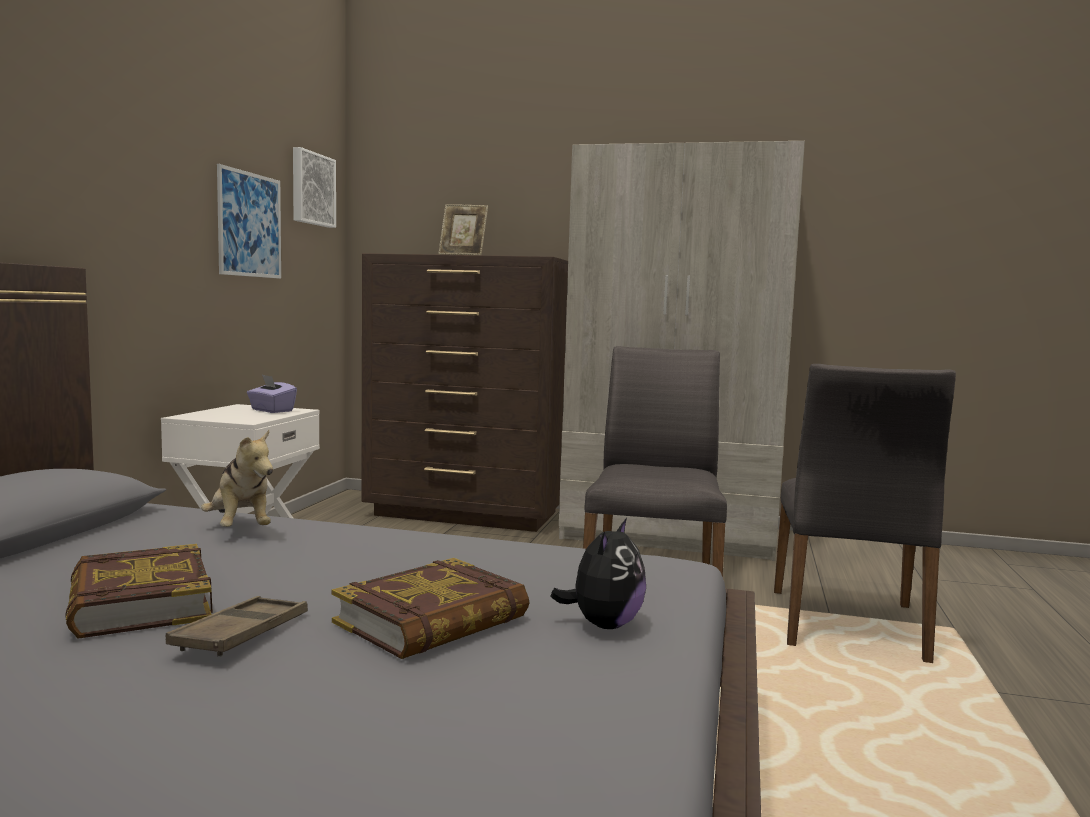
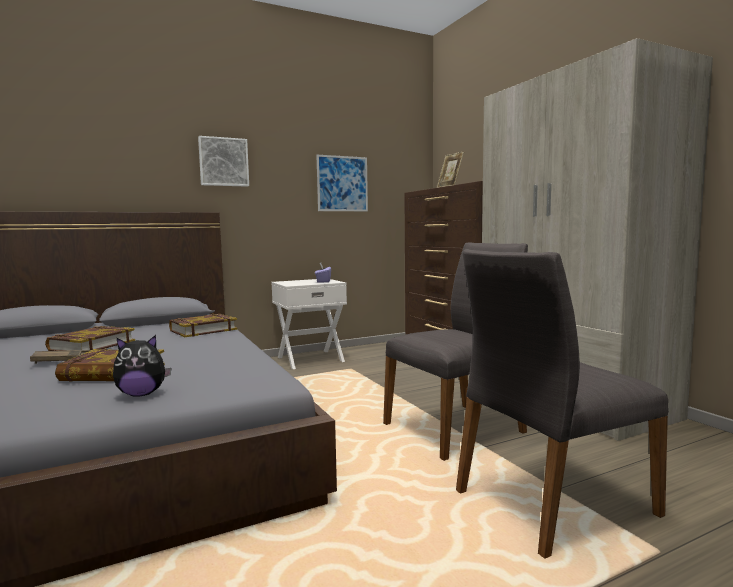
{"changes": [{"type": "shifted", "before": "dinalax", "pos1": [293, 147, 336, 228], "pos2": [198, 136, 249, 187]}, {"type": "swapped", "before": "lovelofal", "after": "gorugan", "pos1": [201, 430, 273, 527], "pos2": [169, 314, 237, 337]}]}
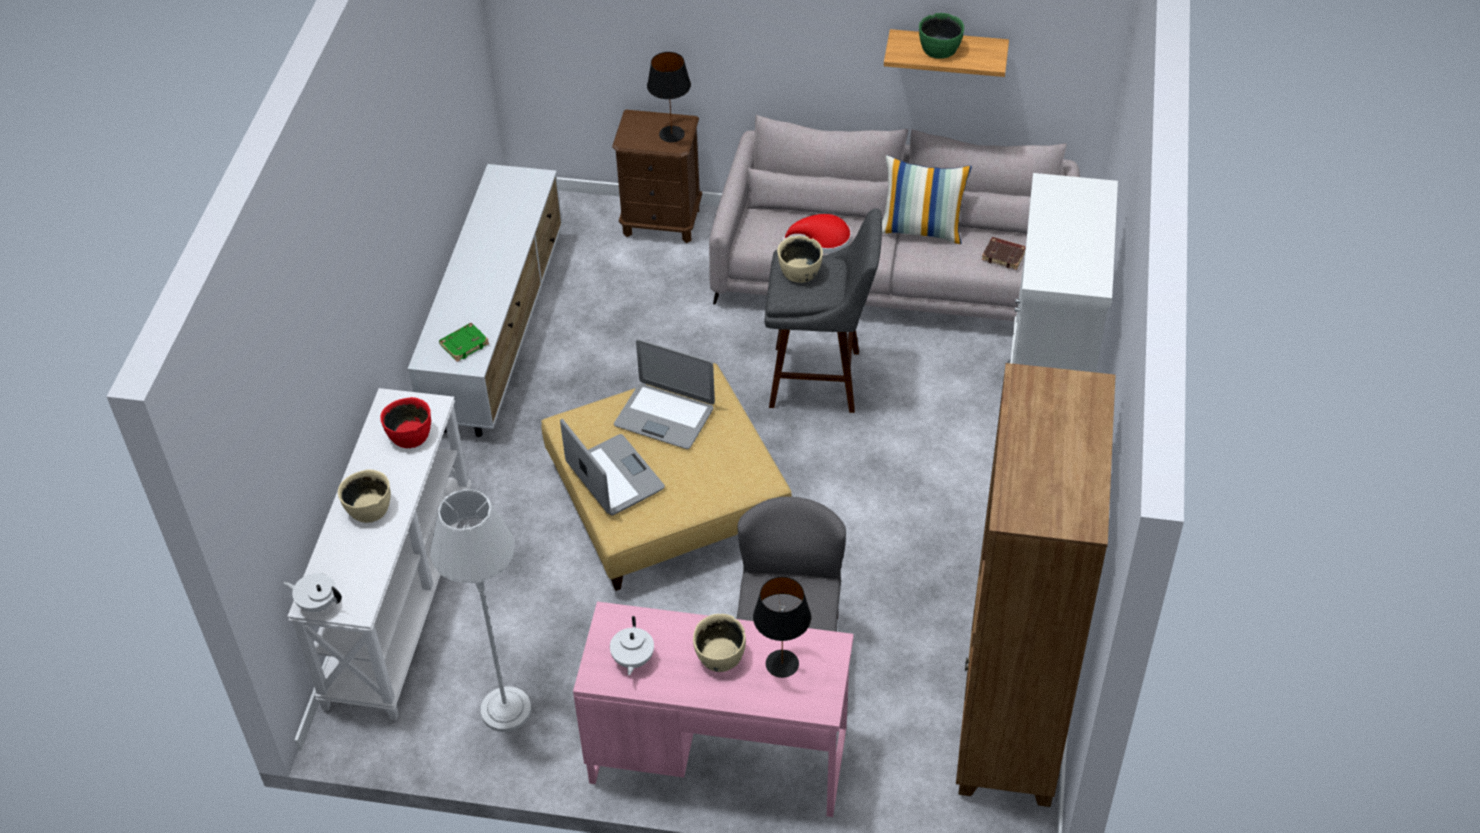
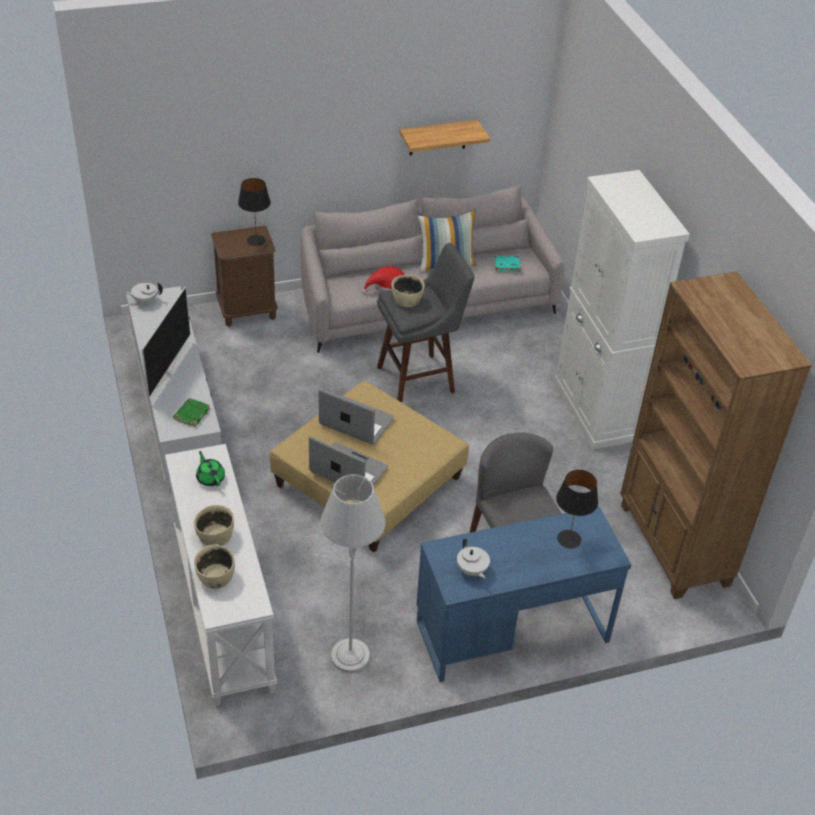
{"changes": [{"type": "gone", "before": "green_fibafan", "pos1": [919, 13, 964, 59]}, {"type": "new", "after": "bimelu", "pos2": [141, 286, 191, 398]}, {"type": "shifted", "before": "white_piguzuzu", "pos1": [284, 573, 342, 612], "pos2": [124, 282, 163, 304]}, {"type": "shifted", "before": "beige_fibafan", "pos1": [693, 614, 746, 672], "pos2": [194, 544, 235, 589]}, {"type": "swapped", "before": "red_fibafan", "after": "green_piguzuzu", "pos1": [380, 397, 431, 449], "pos2": [196, 451, 225, 486]}, {"type": "repainted", "before": "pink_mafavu", "after": "blue_mafavu", "pos1": [573, 602, 854, 817], "pos2": [416, 506, 632, 682]}, {"type": "repainted", "before": "brown_gorugan", "after": "turquoise_gorugan", "pos1": [982, 237, 1026, 270], "pos2": [494, 256, 521, 272]}, {"type": "rotated", "before": "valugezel", "pos1": [614, 339, 715, 449], "pos2": [318, 389, 394, 445], "turn": -150}]}
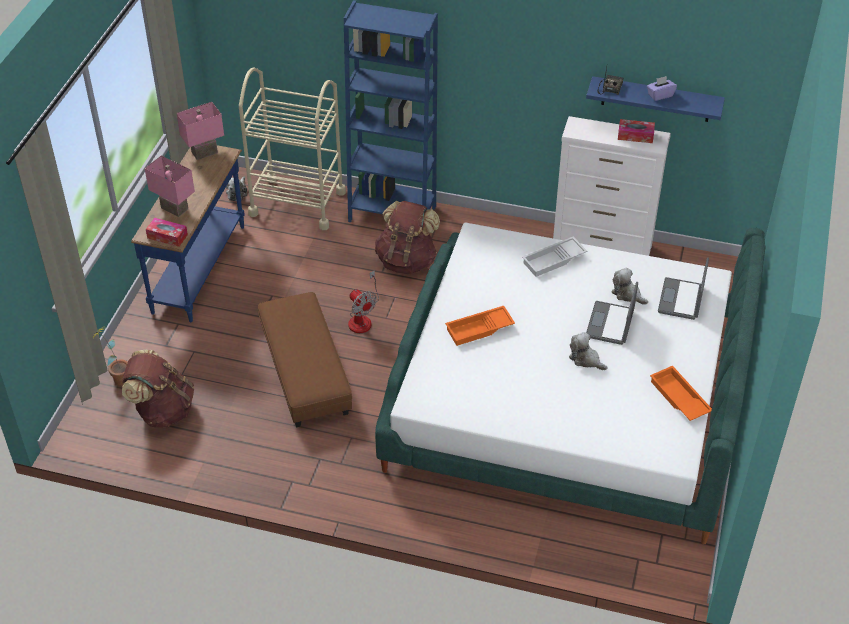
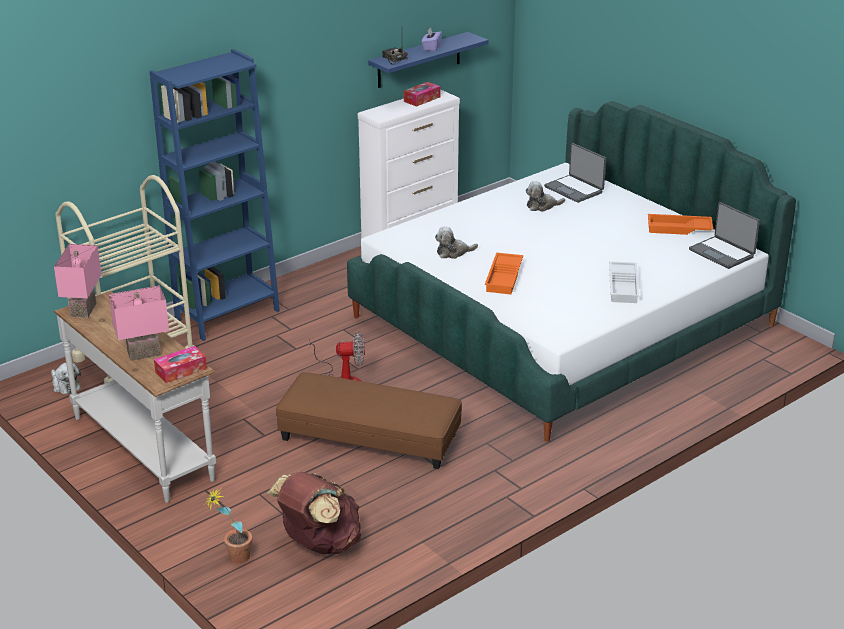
{"changes": [{"type": "gone", "before": "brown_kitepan", "pos1": [375, 201, 440, 275]}, {"type": "shifted", "before": "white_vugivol", "pos1": [522, 237, 587, 277], "pos2": [609, 261, 639, 303]}, {"type": "shifted", "before": "lovelofal", "pos1": [569, 332, 608, 370], "pos2": [435, 226, 478, 259]}, {"type": "shifted", "before": "valugezel", "pos1": [586, 282, 638, 345], "pos2": [689, 202, 760, 269]}, {"type": "repainted", "before": "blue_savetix", "after": "white_savetix", "pos1": [131, 145, 245, 322], "pos2": [54, 291, 216, 503]}]}
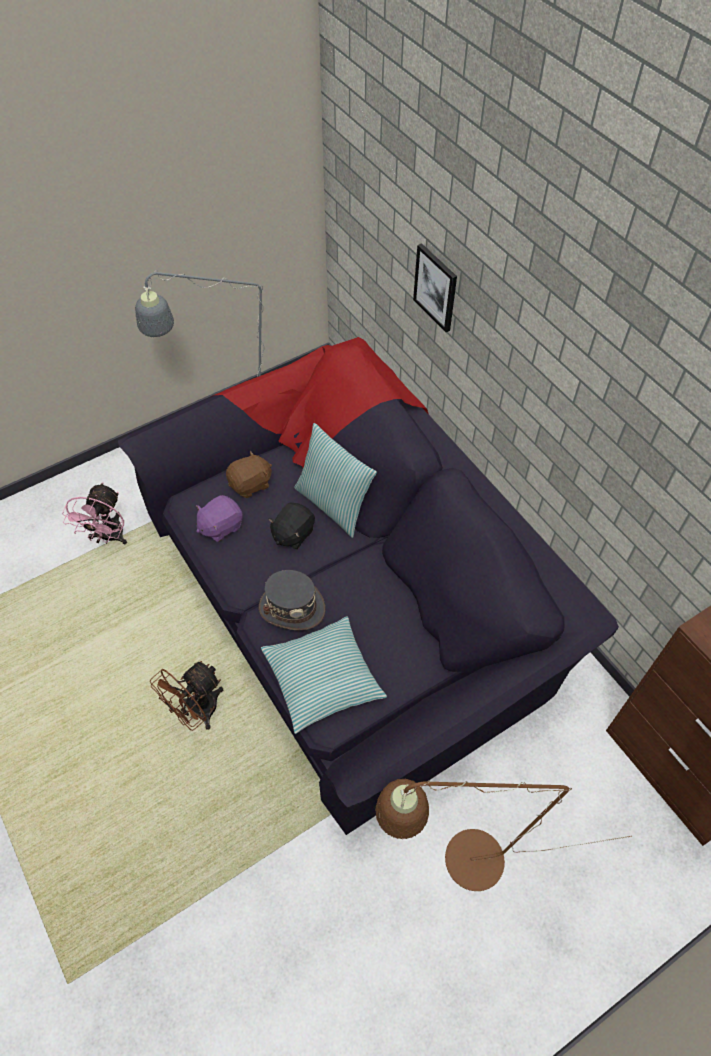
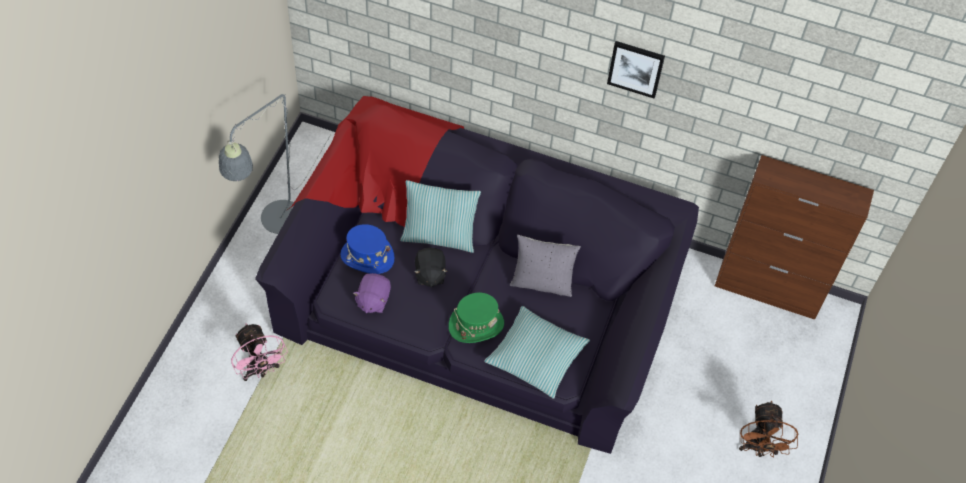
{"changes": [{"type": "gone", "before": "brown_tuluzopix", "pos1": [375, 778, 633, 891]}, {"type": "new", "after": "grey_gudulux", "pos2": [510, 235, 581, 297]}, {"type": "shifted", "before": "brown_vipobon", "pos1": [150, 661, 223, 731], "pos2": [739, 400, 798, 458]}, {"type": "shifted", "before": "dinalax", "pos1": [413, 243, 457, 332], "pos2": [607, 41, 665, 99]}, {"type": "swapped", "before": "brown_lovelofal", "after": "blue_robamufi", "pos1": [226, 451, 272, 498], "pos2": [340, 224, 394, 274]}, {"type": "repainted", "before": "grey_robamufi", "after": "green_robamufi", "pos1": [259, 570, 325, 630], "pos2": [449, 292, 504, 343]}]}
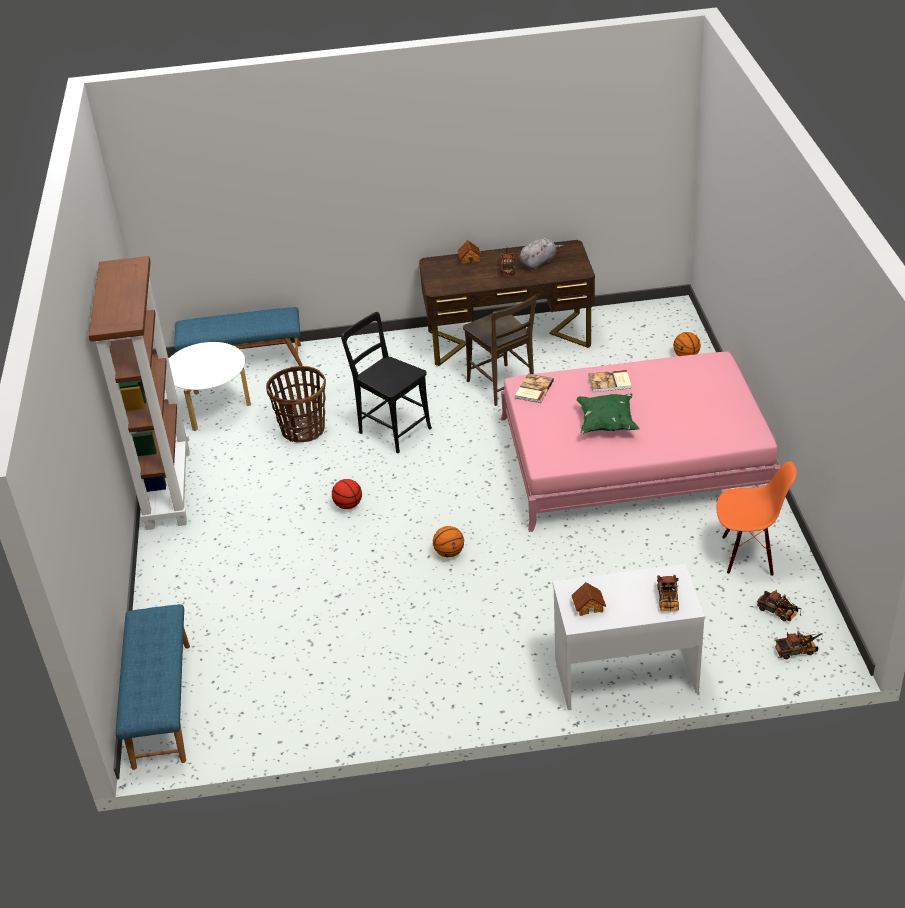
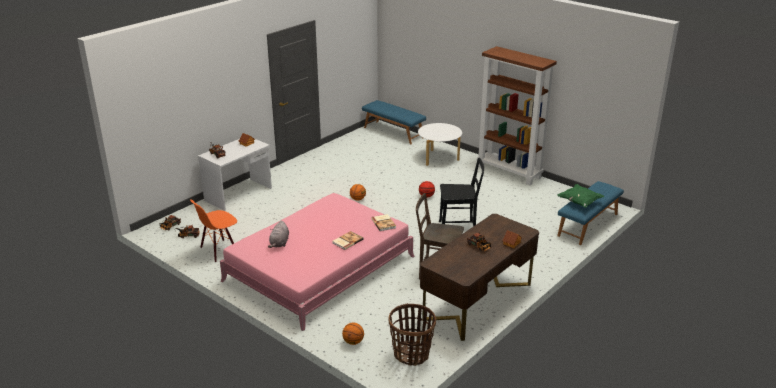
{"changes": [{"type": "shifted", "before": "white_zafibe", "pos1": [169, 342, 251, 431], "pos2": [418, 123, 462, 166]}, {"type": "shifted", "before": "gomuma", "pos1": [266, 366, 326, 443], "pos2": [389, 303, 436, 366]}, {"type": "shifted", "before": "grey_lovelofal", "pos1": [519, 237, 564, 270], "pos2": [268, 220, 289, 248]}, {"type": "shifted", "before": "green_gudulux", "pos1": [577, 393, 640, 434], "pos2": [557, 184, 604, 207]}]}
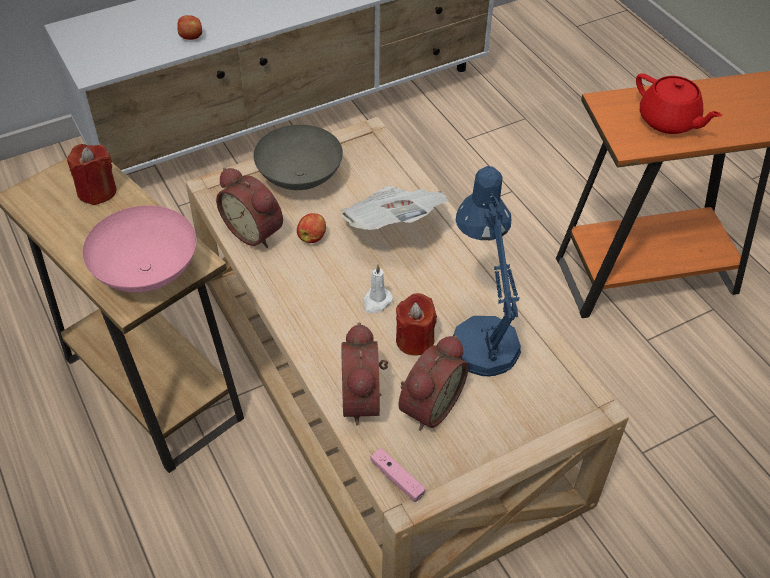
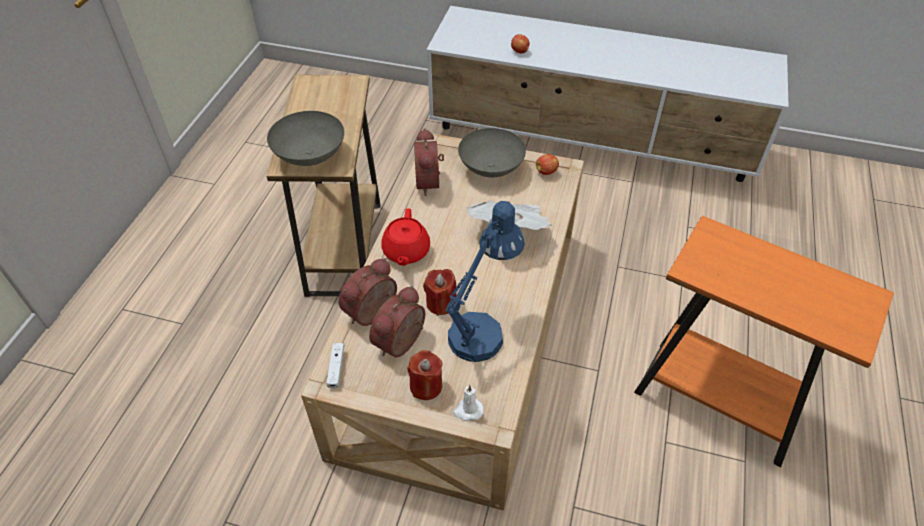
{"changes": [{"type": "shifted", "before": "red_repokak", "pos1": [67, 144, 116, 205], "pos2": [408, 350, 443, 400]}, {"type": "shifted", "before": "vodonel", "pos1": [297, 213, 326, 243], "pos2": [536, 154, 559, 175]}, {"type": "shifted", "before": "white_repokak", "pos1": [363, 264, 393, 313], "pos2": [453, 385, 484, 421]}, {"type": "shifted", "before": "red_piguzuzu", "pos1": [636, 73, 722, 134], "pos2": [381, 208, 430, 266]}, {"type": "repainted", "before": "pink_fibafan", "after": "grey_fibafan", "pos1": [82, 205, 197, 292], "pos2": [267, 111, 344, 166]}, {"type": "repainted", "before": "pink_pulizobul", "after": "white_pulizobul", "pos1": [370, 448, 425, 502], "pos2": [326, 343, 344, 388]}, {"type": "rotated", "before": "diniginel", "pos1": [398, 335, 469, 431], "pos2": [369, 286, 425, 358], "turn": 135}]}
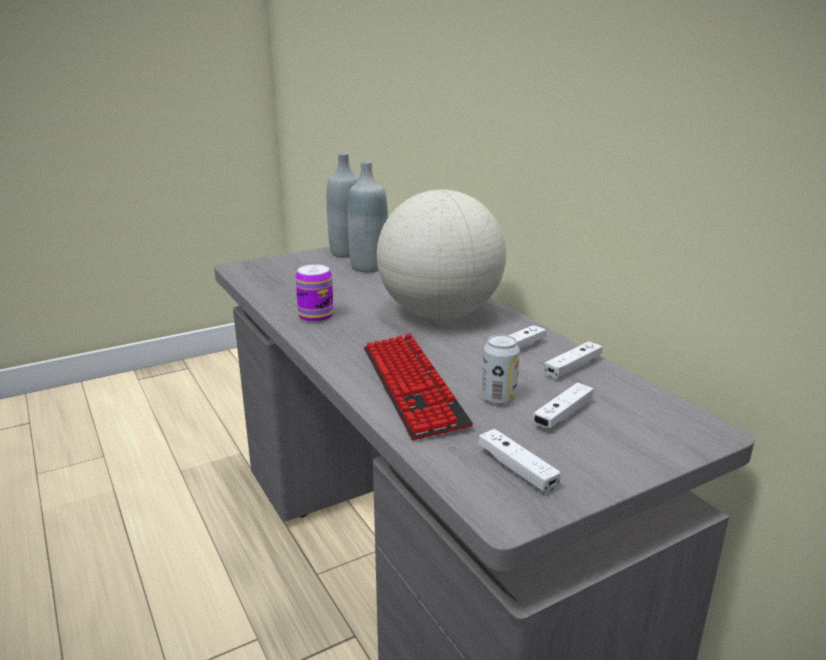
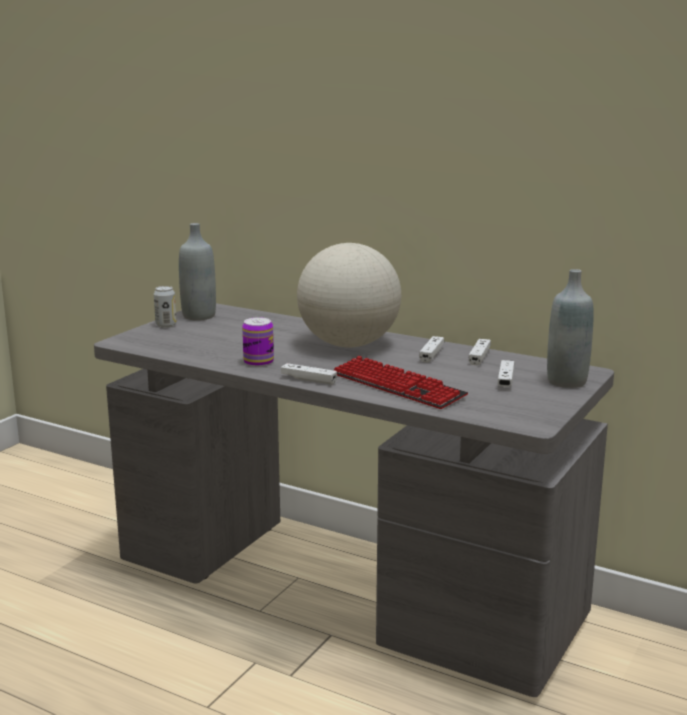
{"changes": [{"type": "shifted", "before": "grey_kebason", "pos1": [348, 161, 388, 273], "pos2": [547, 269, 594, 388]}, {"type": "shifted", "before": "white_pulizobul", "pos1": [478, 429, 561, 494], "pos2": [281, 363, 337, 385]}, {"type": "shifted", "before": "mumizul", "pos1": [482, 334, 520, 405], "pos2": [154, 286, 177, 328]}]}
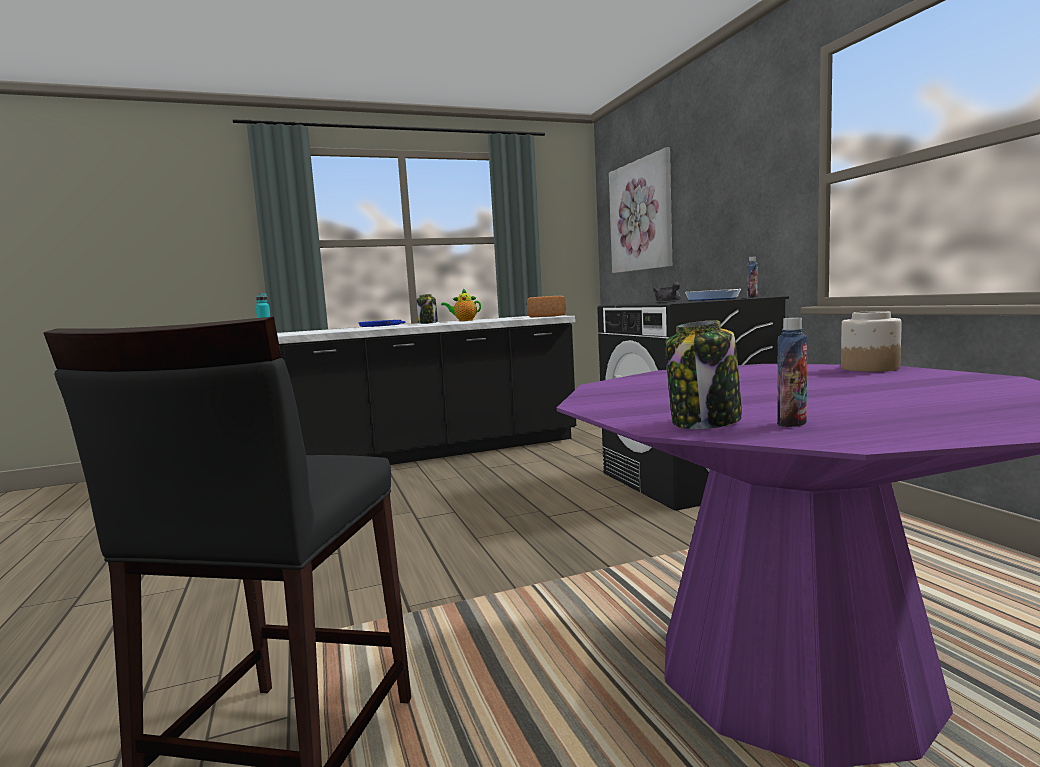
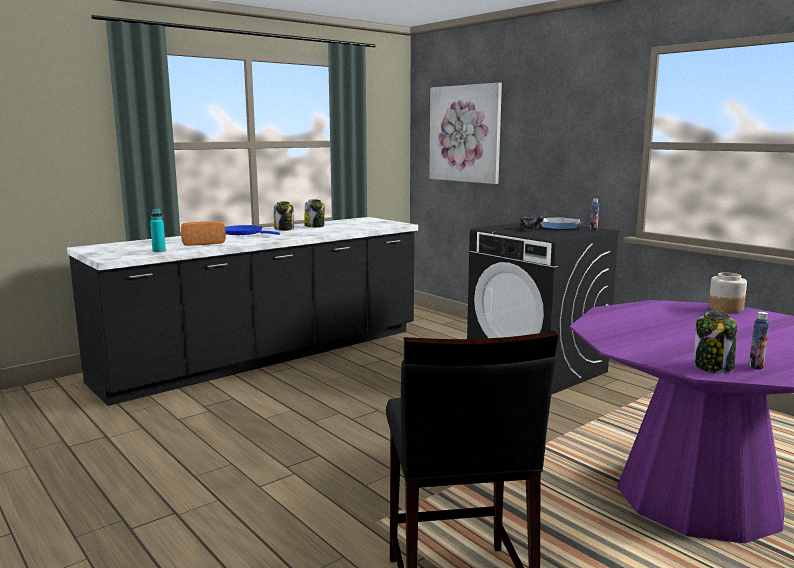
{"changes": [{"type": "shifted", "before": "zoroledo", "pos1": [527, 296, 566, 318], "pos2": [181, 221, 226, 246]}, {"type": "swapped", "before": "piguzuzu", "after": "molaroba", "pos1": [441, 288, 481, 321], "pos2": [305, 199, 325, 228]}]}
